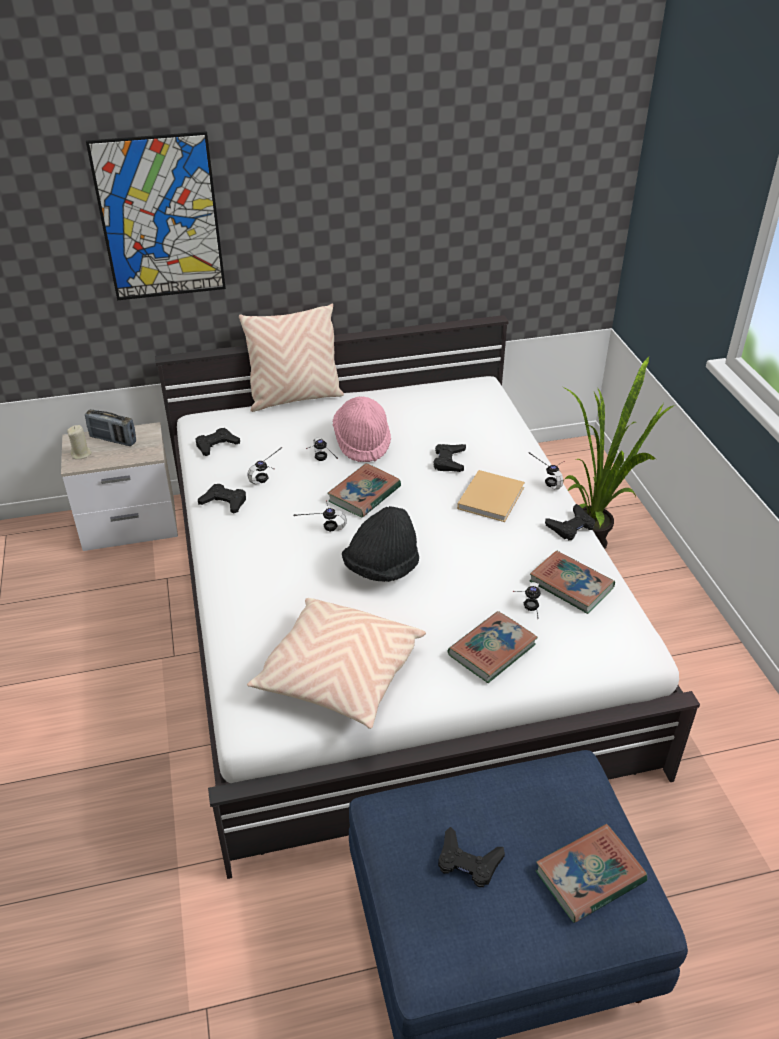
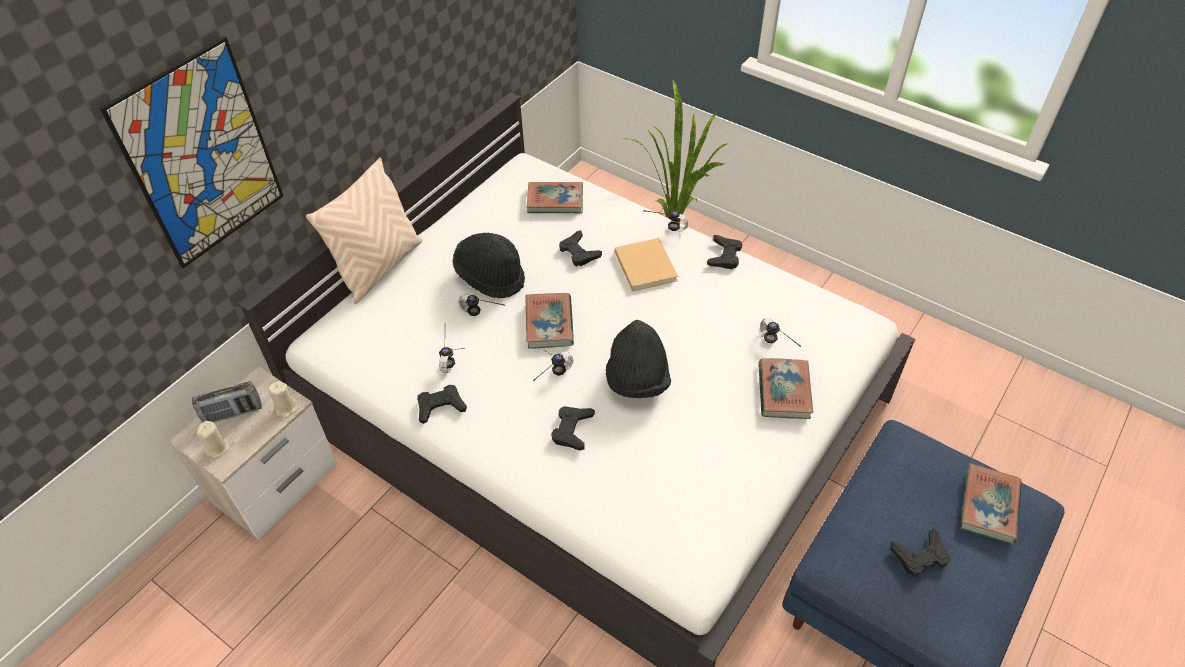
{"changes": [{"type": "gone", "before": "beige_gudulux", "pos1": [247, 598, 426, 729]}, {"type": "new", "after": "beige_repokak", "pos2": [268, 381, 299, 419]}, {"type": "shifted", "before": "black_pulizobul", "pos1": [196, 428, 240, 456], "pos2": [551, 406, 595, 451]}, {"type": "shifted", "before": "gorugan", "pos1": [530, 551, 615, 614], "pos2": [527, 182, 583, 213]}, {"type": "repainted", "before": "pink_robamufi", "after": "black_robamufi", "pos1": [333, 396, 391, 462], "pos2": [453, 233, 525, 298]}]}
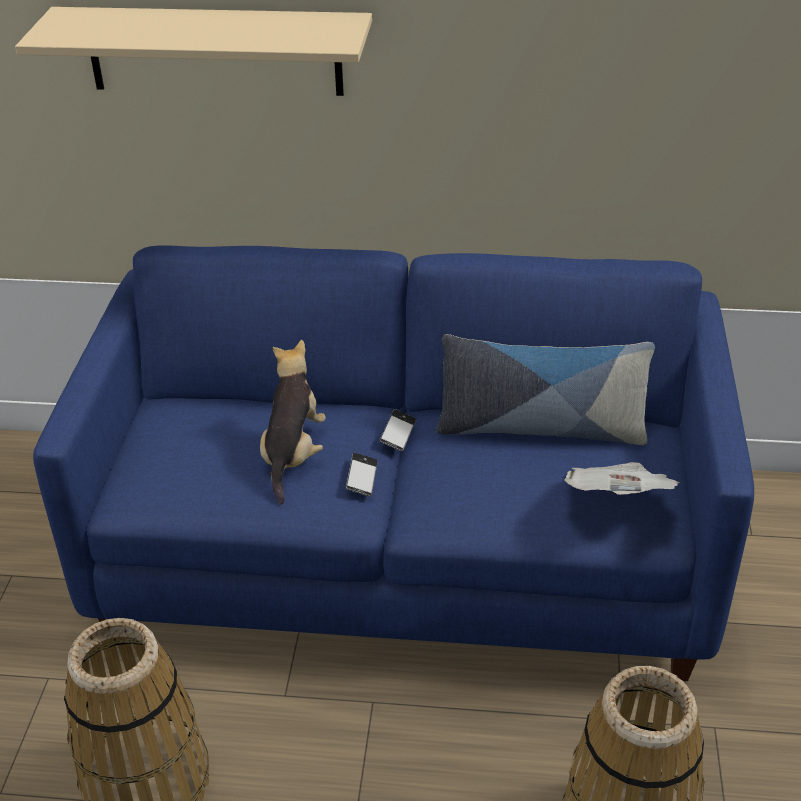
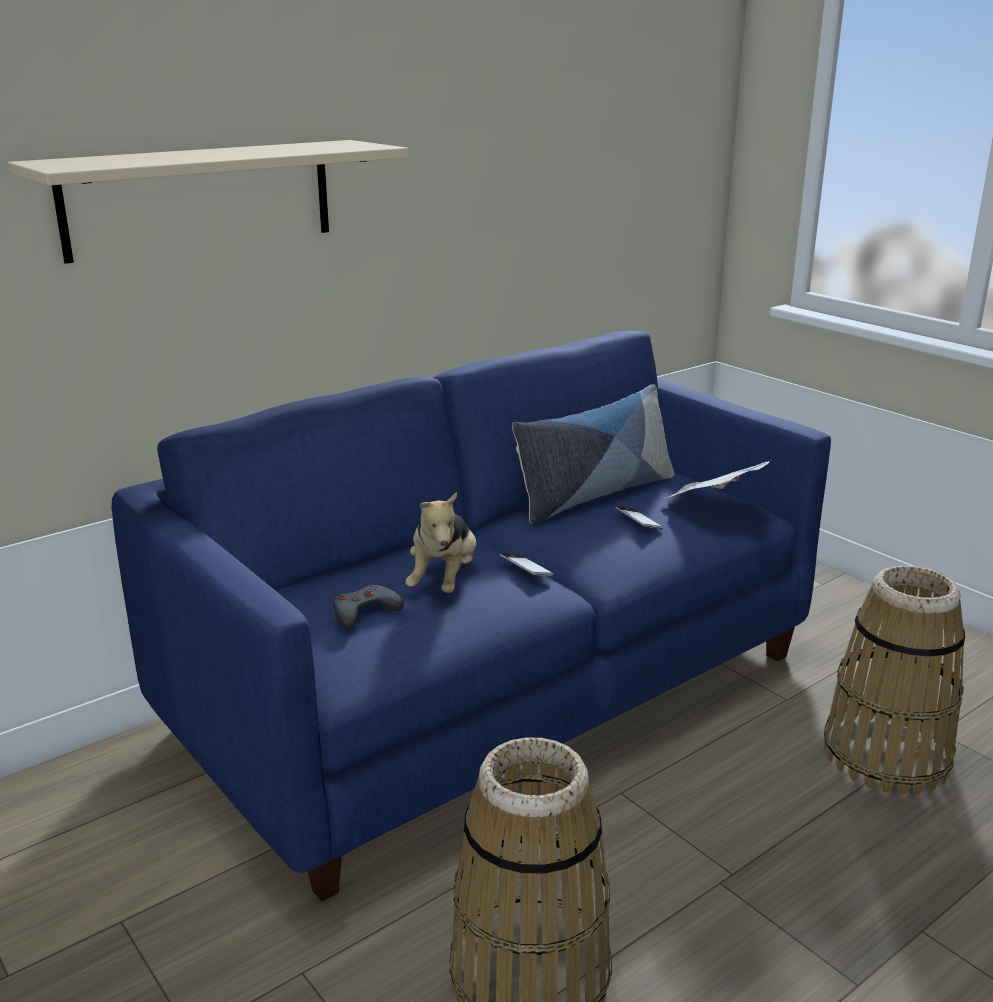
{"changes": [{"type": "new", "after": "grey_pulizobul", "pos2": [333, 585, 404, 628]}, {"type": "shifted", "before": "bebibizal", "pos1": [380, 409, 416, 451], "pos2": [615, 506, 663, 529]}, {"type": "rotated", "before": "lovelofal", "pos1": [260, 340, 326, 505], "pos2": [405, 492, 476, 593], "turn": -135}]}
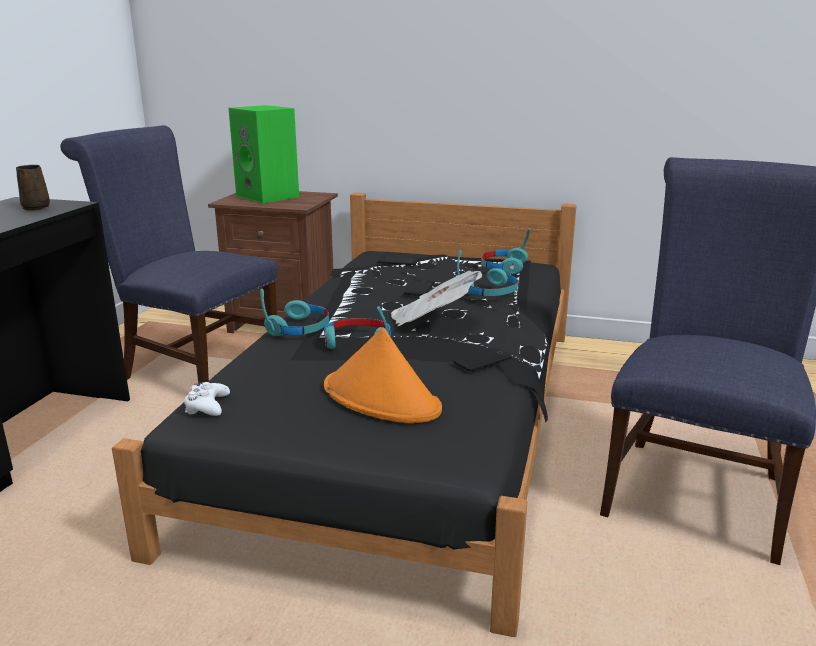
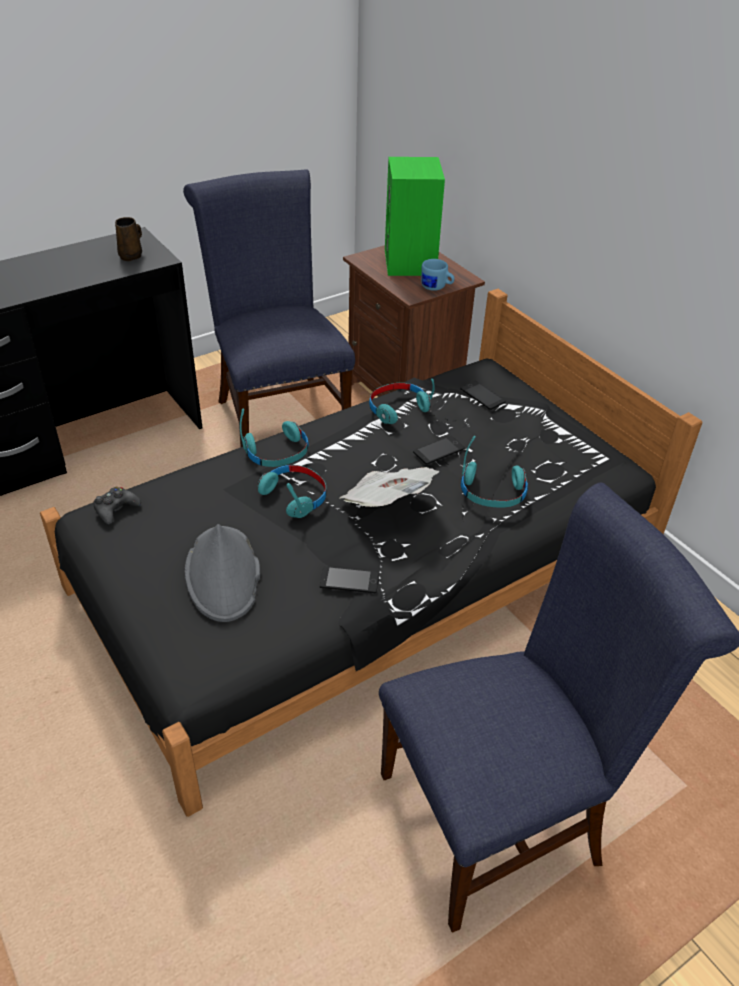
{"changes": [{"type": "new", "after": "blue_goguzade", "pos2": [421, 259, 455, 291]}, {"type": "shifted", "before": "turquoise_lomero", "pos1": [481, 229, 530, 274], "pos2": [369, 379, 435, 424]}, {"type": "repainted", "before": "white_pulizobul", "after": "black_pulizobul", "pos1": [184, 382, 230, 416], "pos2": [93, 487, 141, 524]}, {"type": "repainted", "before": "orange_robamufi", "after": "grey_robamufi", "pos1": [324, 327, 442, 423], "pos2": [185, 524, 260, 622]}]}
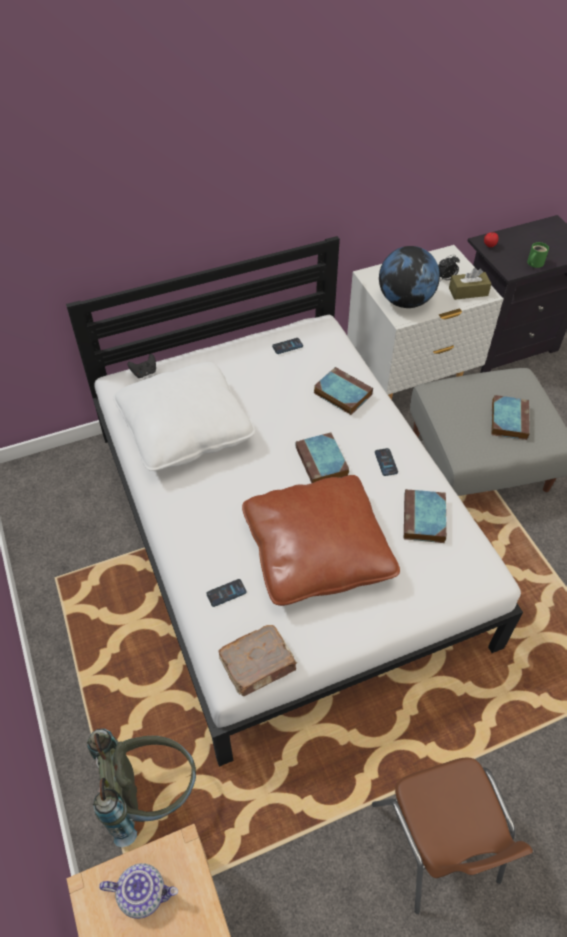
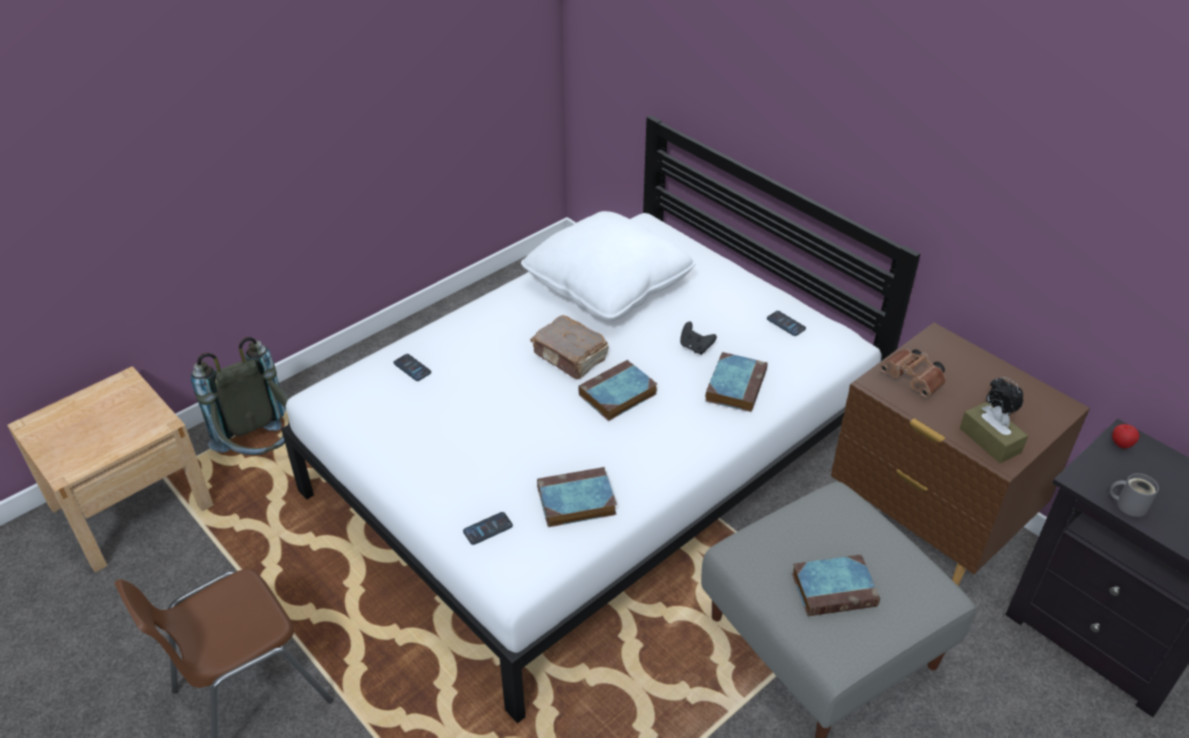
{"changes": [{"type": "gone", "before": "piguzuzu", "pos1": [99, 863, 178, 919]}, {"type": "gone", "before": "brown_gudulux", "pos1": [242, 475, 400, 606]}, {"type": "shifted", "before": "black_pulizobul", "pos1": [128, 354, 156, 378], "pos2": [680, 322, 717, 355]}, {"type": "shifted", "before": "brown_gorugan", "pos1": [218, 625, 297, 696], "pos2": [530, 315, 609, 379]}, {"type": "shifted", "before": "bebibizal", "pos1": [375, 448, 398, 476], "pos2": [463, 512, 513, 545]}, {"type": "swapped", "before": "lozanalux", "after": "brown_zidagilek", "pos1": [379, 246, 440, 308], "pos2": [880, 349, 946, 397]}, {"type": "repainted", "before": "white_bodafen", "after": "brown_bodafen", "pos1": [347, 245, 504, 400], "pos2": [831, 323, 1090, 586]}, {"type": "repainted", "before": "green_goguzade", "after": "grey_goguzade", "pos1": [527, 242, 549, 268], "pos2": [1110, 473, 1159, 517]}]}
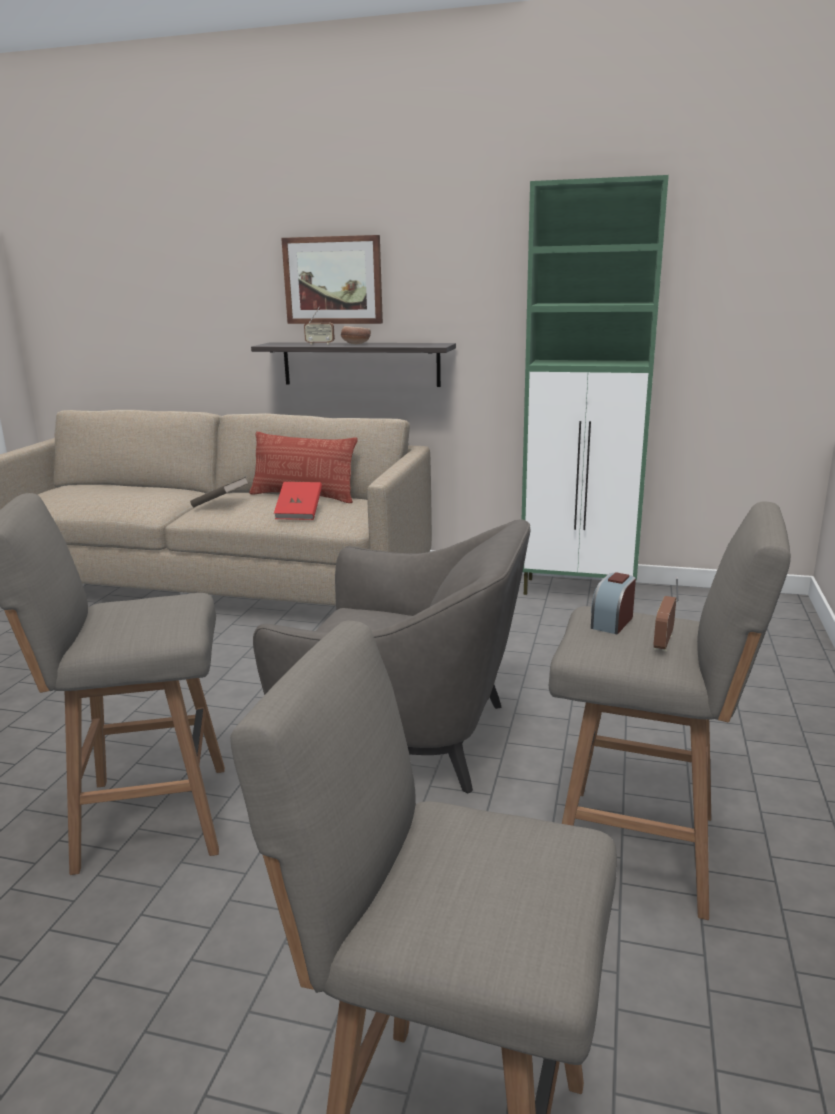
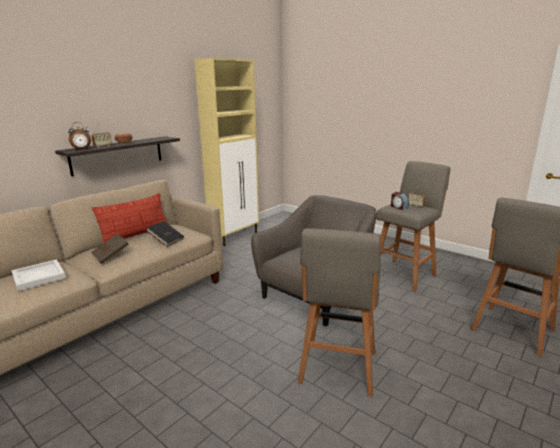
{"changes": [{"type": "gone", "before": "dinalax", "pos1": [281, 235, 383, 324]}, {"type": "new", "after": "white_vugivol", "pos2": [11, 259, 66, 291]}, {"type": "new", "after": "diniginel", "pos2": [68, 122, 91, 150]}, {"type": "repainted", "before": "red_gorugan", "after": "black_gorugan", "pos1": [274, 482, 322, 520], "pos2": [147, 221, 184, 247]}, {"type": "repainted", "before": "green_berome", "after": "beige_berome", "pos1": [522, 175, 669, 595], "pos2": [194, 58, 259, 246]}]}
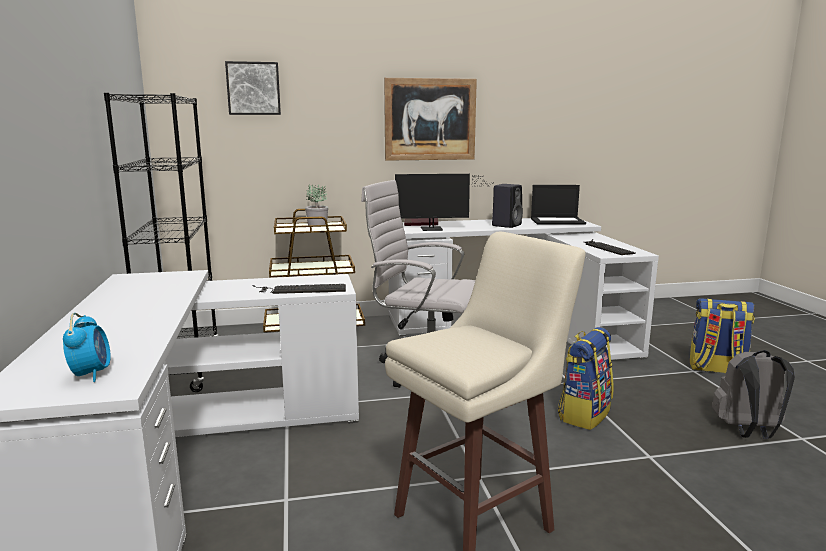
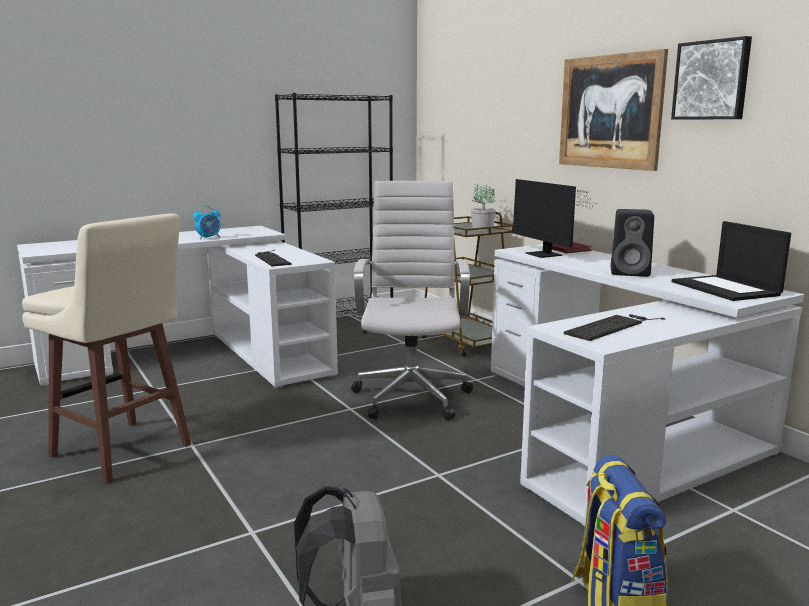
{"changes": [{"type": "gone", "before": "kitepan", "pos1": [558, 327, 613, 430]}, {"type": "shifted", "before": "diniginel", "pos1": [63, 313, 111, 382], "pos2": [194, 206, 221, 240]}, {"type": "shifted", "before": "dinalax", "pos1": [225, 61, 281, 115], "pos2": [671, 36, 752, 120]}]}
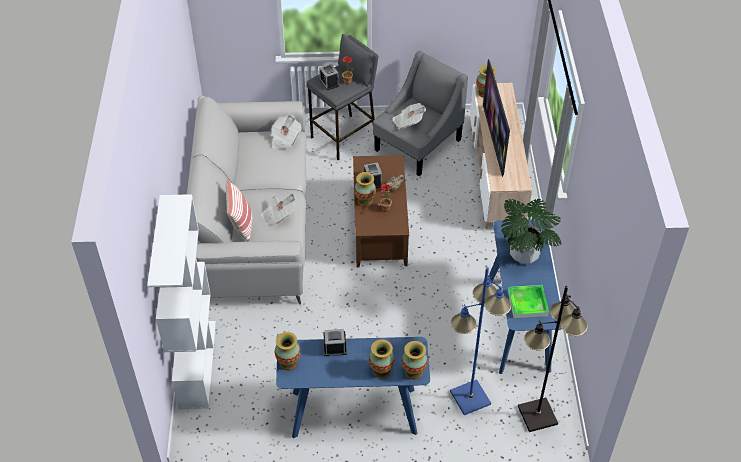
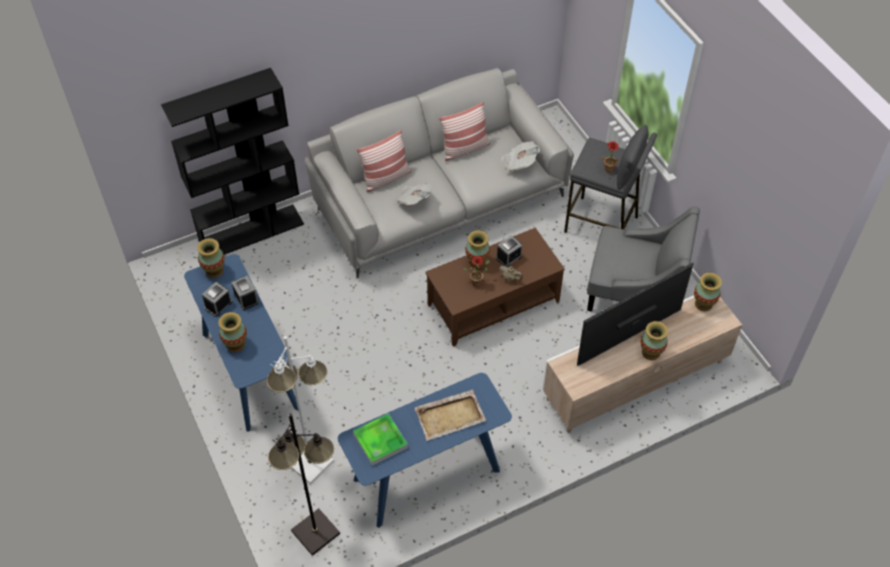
{"changes": [{"type": "gone", "before": "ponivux", "pos1": [392, 103, 426, 129]}, {"type": "new", "after": "gudulux", "pos2": [439, 102, 490, 161]}, {"type": "shifted", "before": "diniginel", "pos1": [319, 64, 339, 90], "pos2": [202, 282, 233, 317]}, {"type": "shifted", "before": "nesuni", "pos1": [402, 341, 428, 380], "pos2": [640, 321, 668, 360]}, {"type": "swapped", "before": "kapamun", "after": "beige_vugivol", "pos1": [501, 199, 562, 263], "pos2": [415, 389, 486, 441]}, {"type": "repainted", "before": "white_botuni", "after": "black_botuni", "pos1": [147, 194, 216, 409], "pos2": [161, 68, 304, 255]}, {"type": "repainted", "before": "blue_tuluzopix", "after": "white_tuluzopix", "pos1": [450, 267, 512, 415], "pos2": [267, 336, 334, 484]}]}
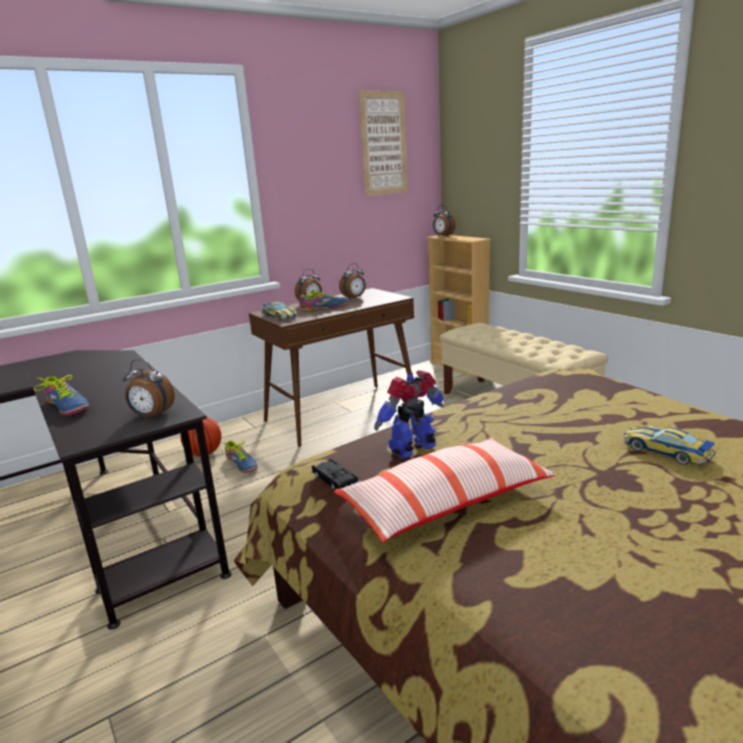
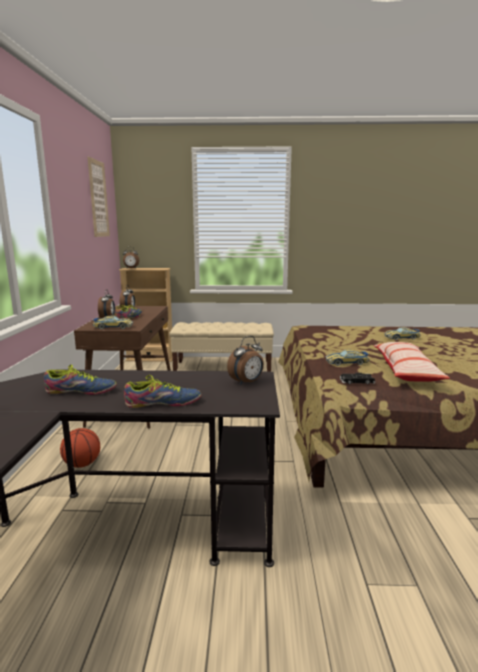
{"changes": [{"type": "shifted", "before": "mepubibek", "pos1": [222, 441, 258, 473], "pos2": [44, 364, 117, 395]}, {"type": "swapped", "before": "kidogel", "after": "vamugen", "pos1": [374, 370, 444, 459], "pos2": [325, 350, 370, 366]}]}
